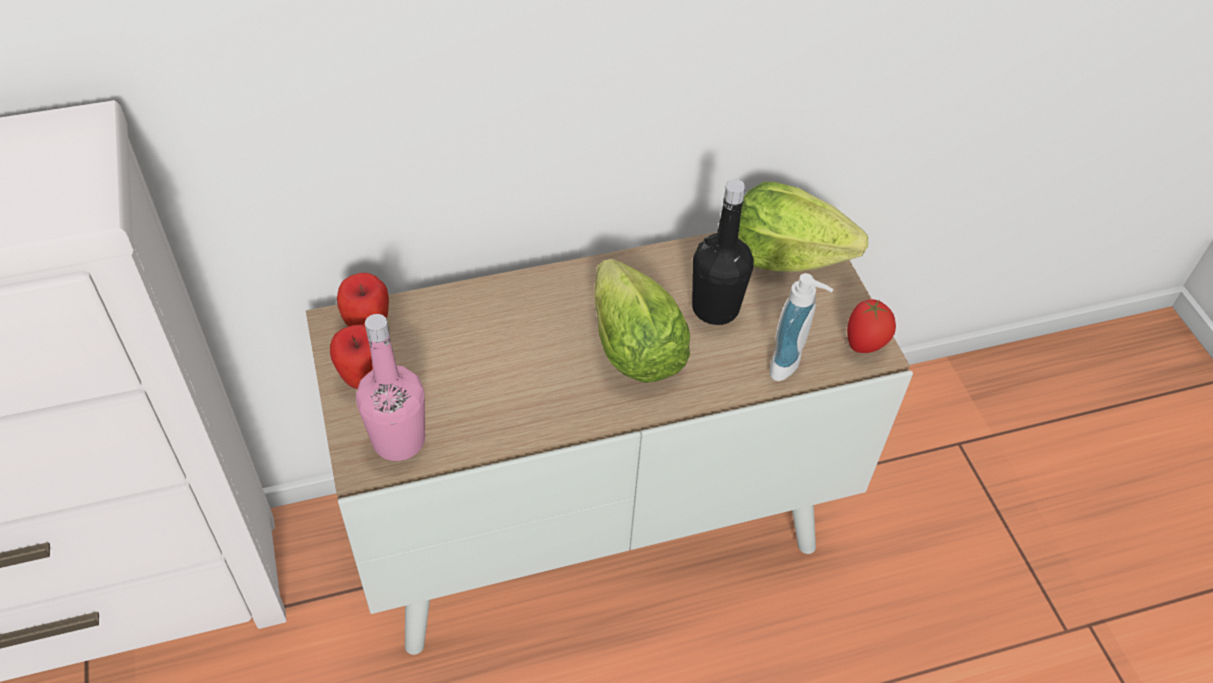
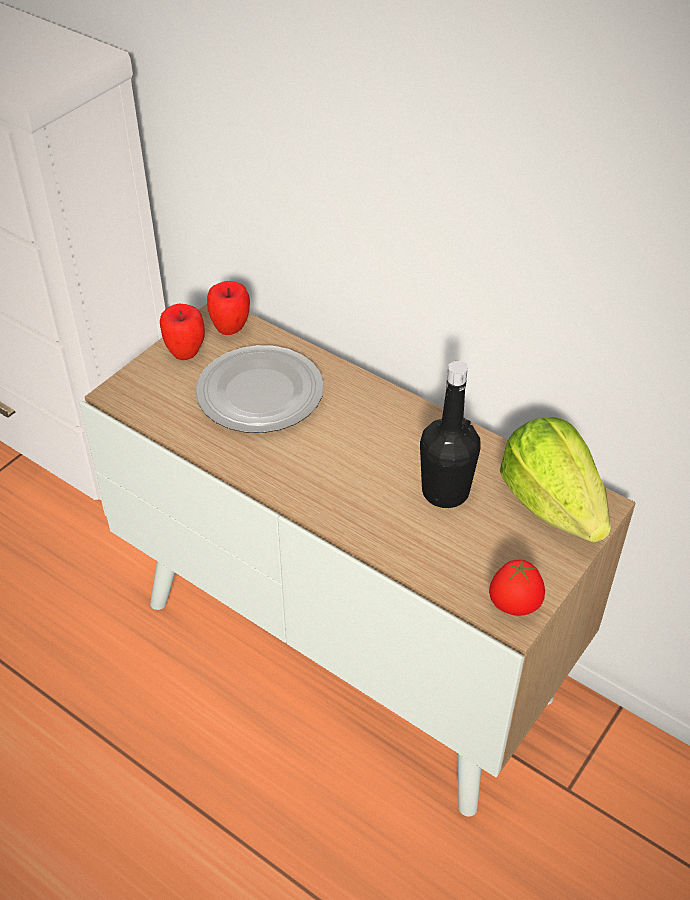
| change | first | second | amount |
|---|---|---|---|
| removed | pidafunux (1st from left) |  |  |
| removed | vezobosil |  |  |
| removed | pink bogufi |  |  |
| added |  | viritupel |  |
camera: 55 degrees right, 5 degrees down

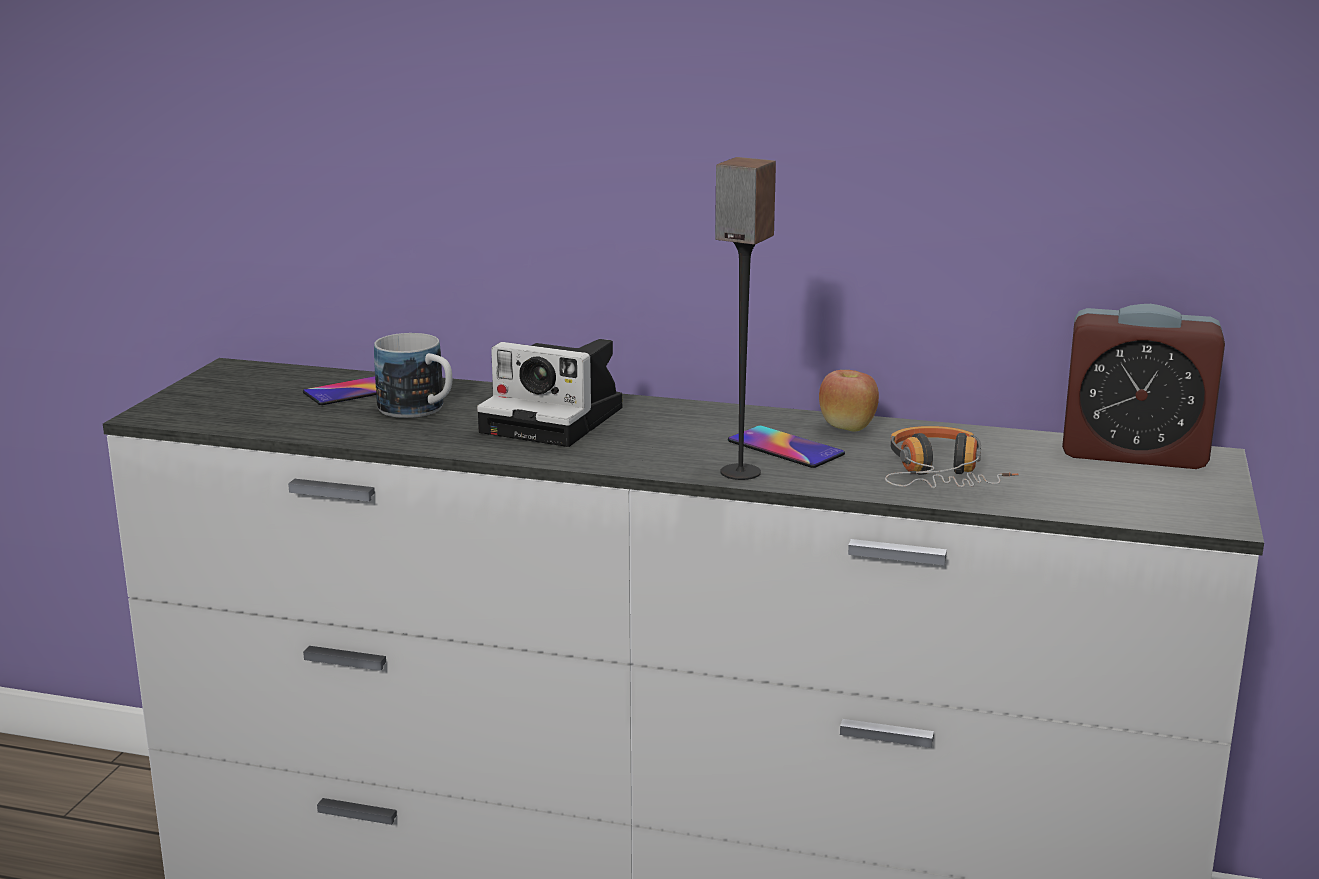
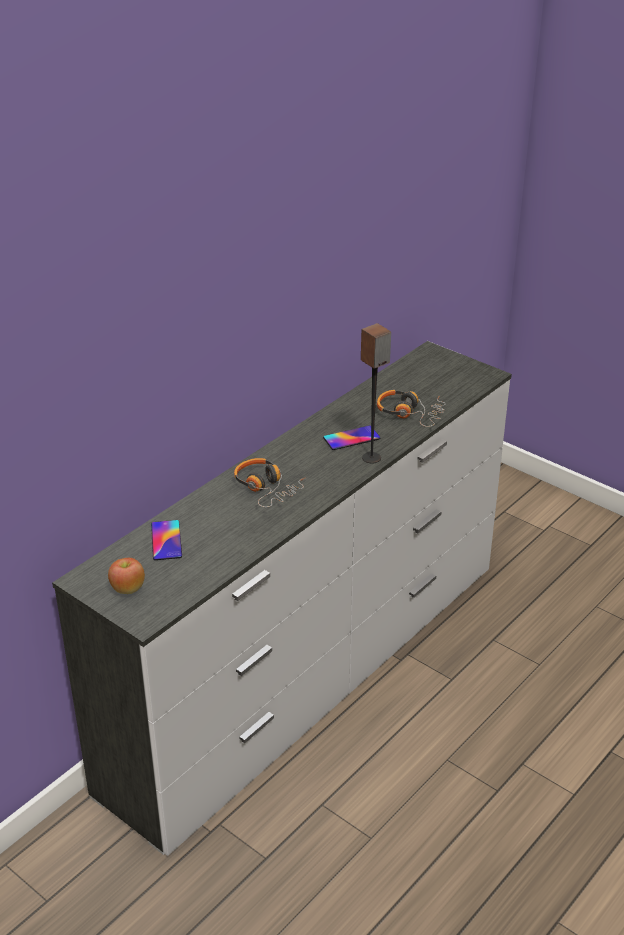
| change | first | second | amount |
|---|---|---|---|
| removed | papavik |  |  |
| removed | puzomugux |  |  |
| replaced | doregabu | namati (1st from left) |  |
| moved | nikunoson |  |  |
camera: 65 degrees left, 15 degrees up

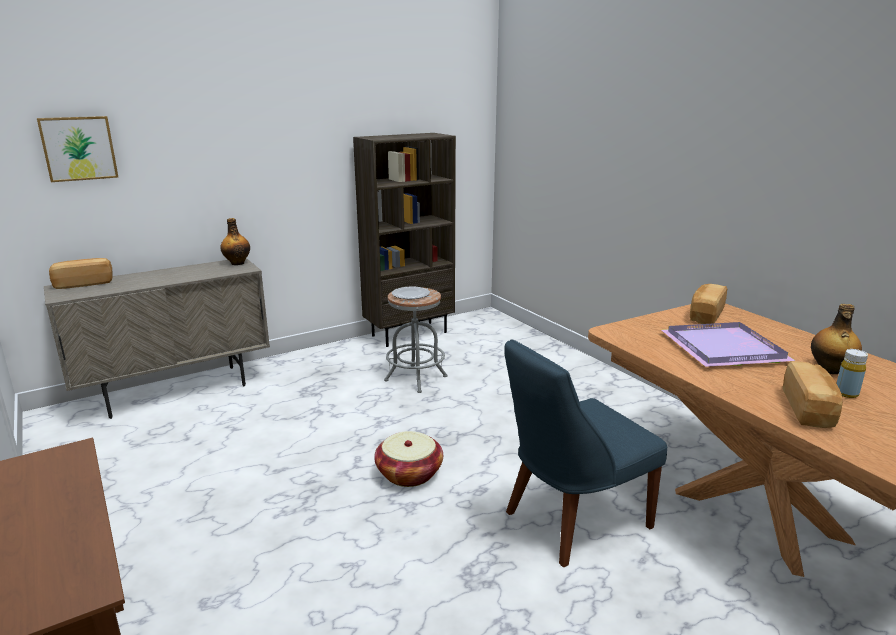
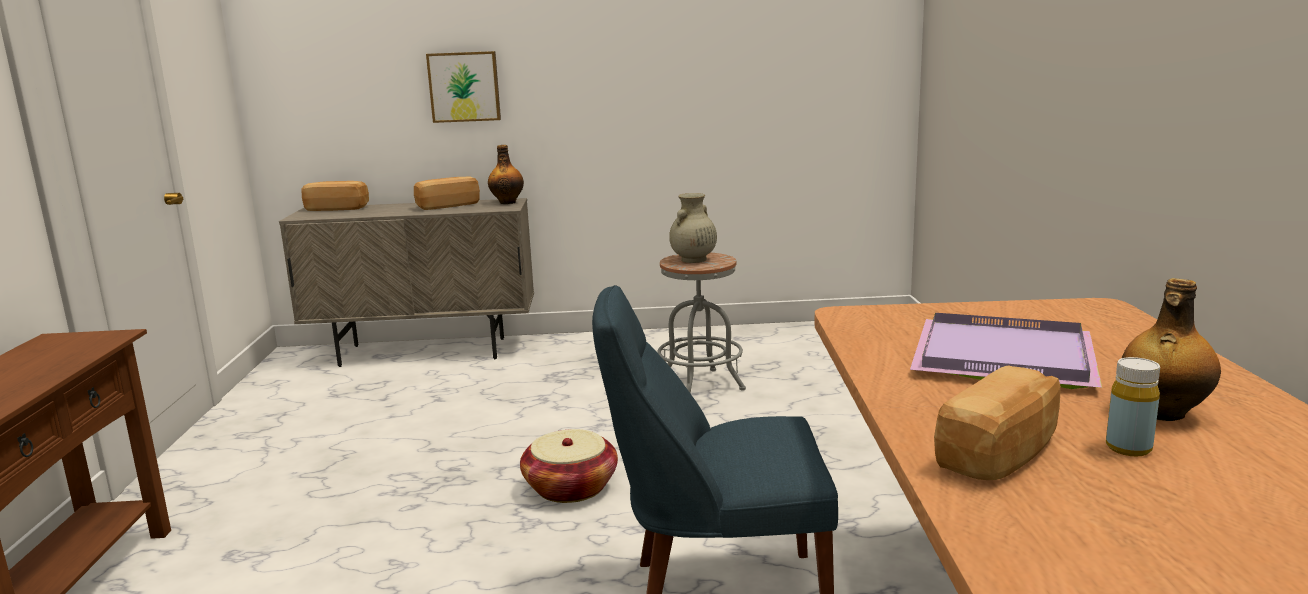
| change | first | second | amount |
|---|---|---|---|
| moved | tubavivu |  |  |
| removed | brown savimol |  |  |
| moved | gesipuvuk (2nd from left) |  |  |
| replaced | viritupel | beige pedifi |  |
camera: 30 degrees right, 5 degrees down

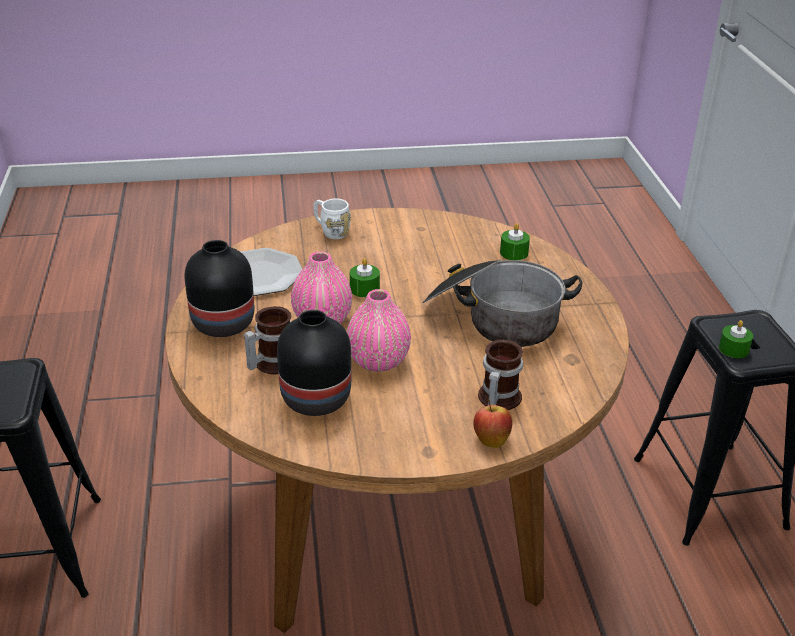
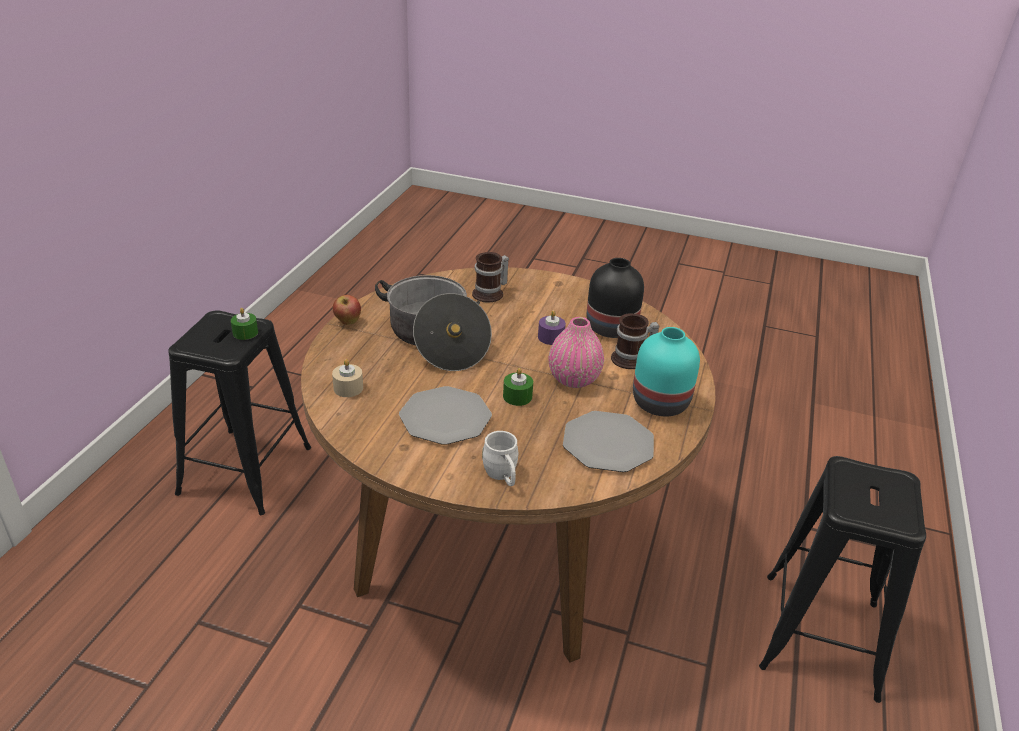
| change | first | second | amount |
|---|---|---|---|
| recoloured | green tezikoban (2nd from left) | beige tezikoban |  |
| recoloured | black pedifi (1st from left) | turquoise pedifi |  |
| replaced | pink pedifi (2nd from left) | purple tezikoban |  |
| moved | nikunoson |  |  |
| added |  | viritupel (1st from left) |  |
camera: 155 degrees left, 0 degrees up

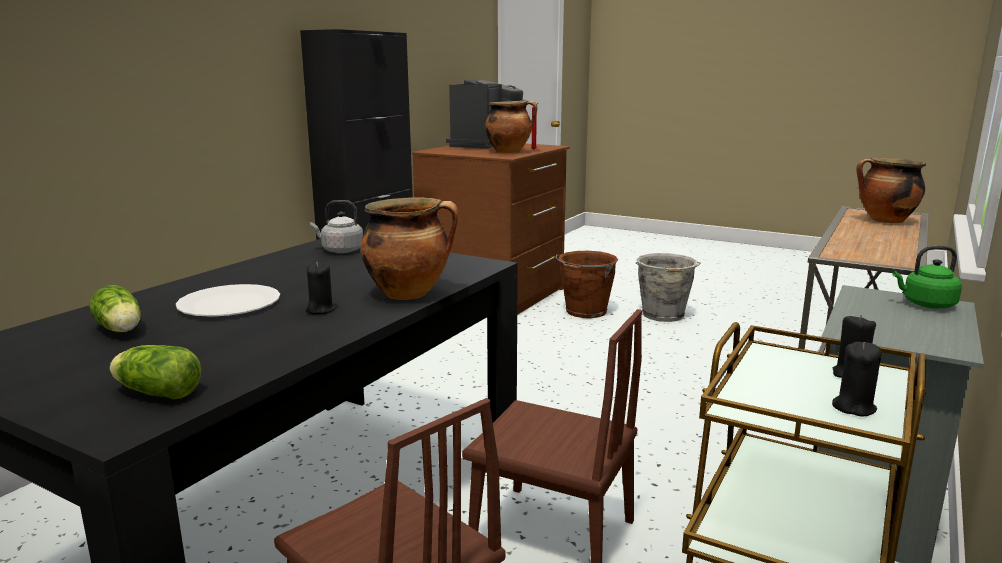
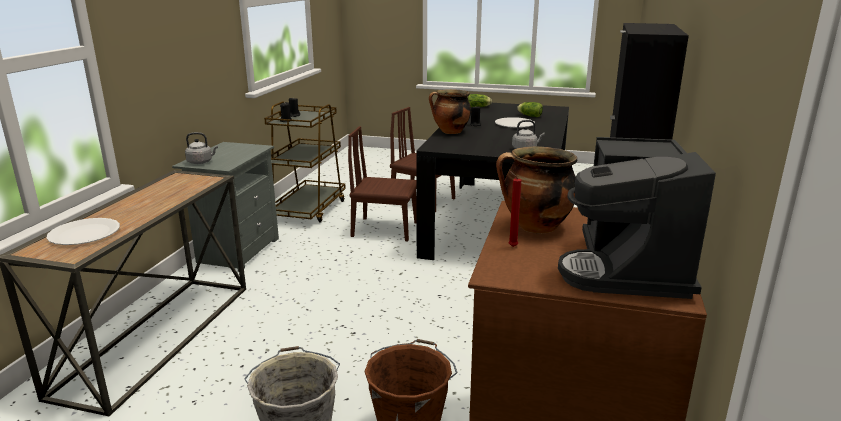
| change | first | second | amount |
|---|---|---|---|
| replaced | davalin (3rd from left) | white viritupel (1st from left) |  |
| recoloured | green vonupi | grey vonupi (1st from left) |  |
camera: 165 degrees right, 5 degrees up

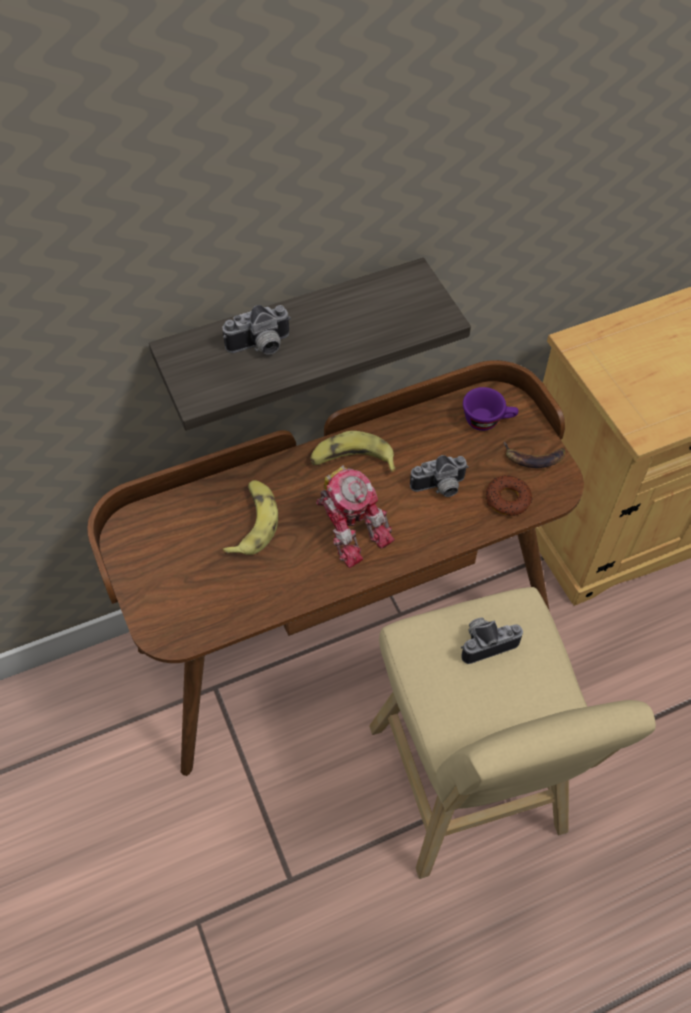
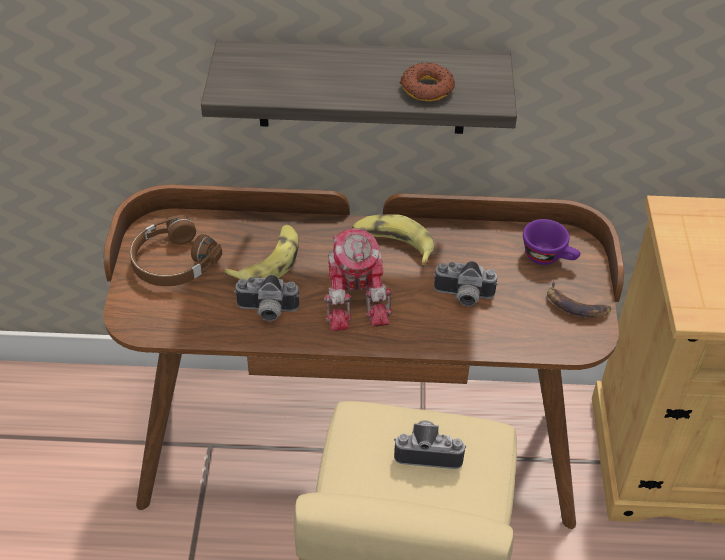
| change | first | second | amount |
|---|---|---|---|
| moved | doregabu (1st from left) |  |  |
| moved | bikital |  |  |
| added |  | brown namati |  |
camera: 25 degrees right, 10 degrees down

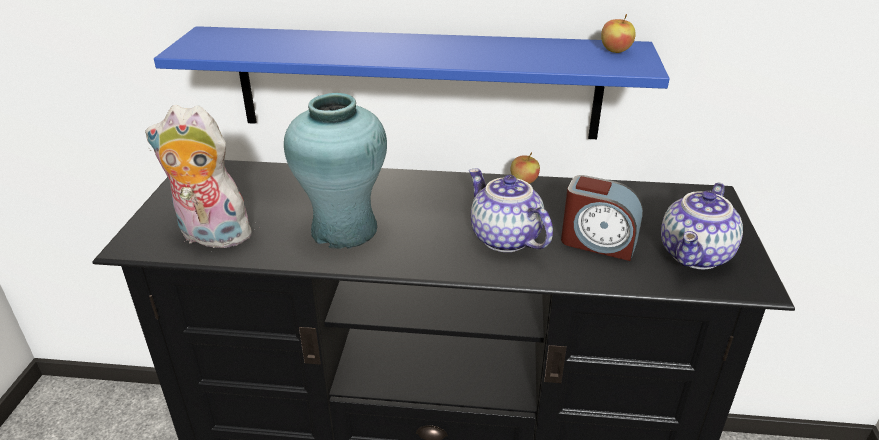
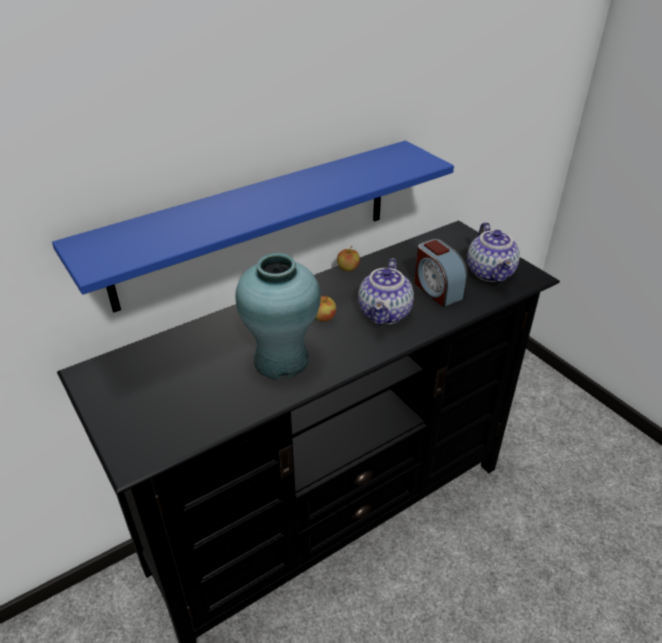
| change | first | second | amount |
|---|---|---|---|
| moved | nikunoson (2nd from left in the first image) | nikunoson (1st from left) |  |
| removed | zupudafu |  |  |
| turned | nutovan (1st from left) |  | 90 degrees counterclockwise |
| turned | papavik |  | 75 degrees clockwise |
camera: 40 degrees left, 5 degrees up

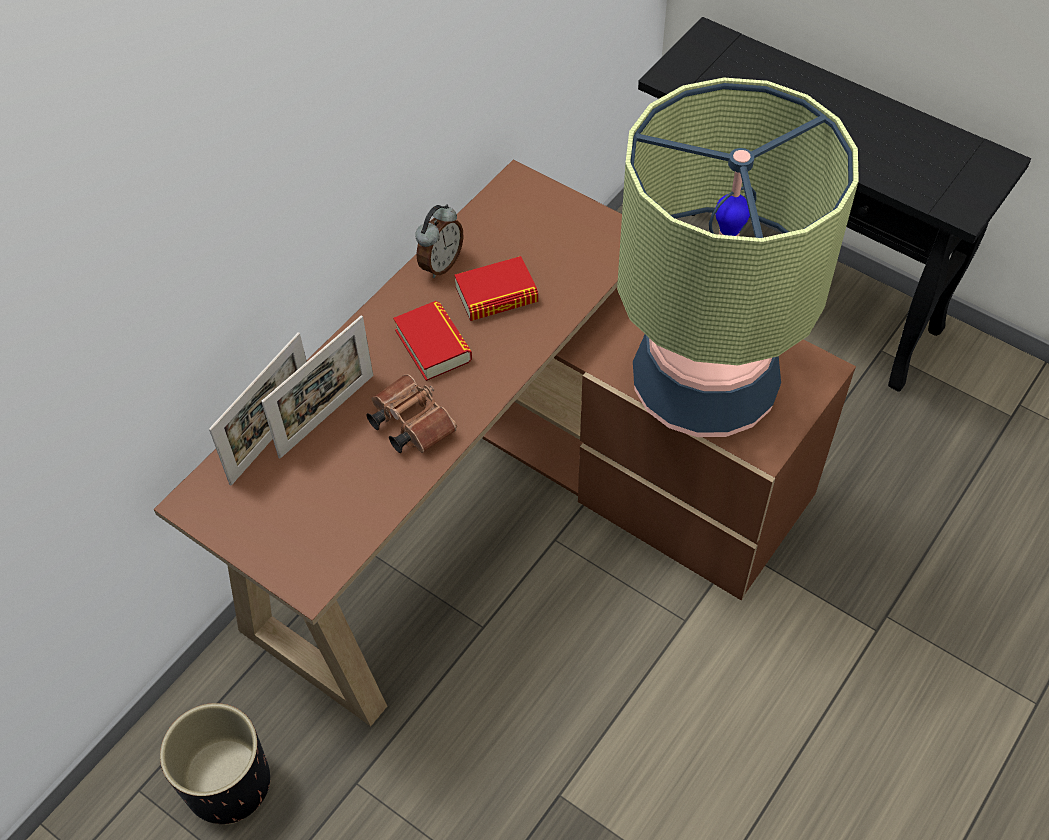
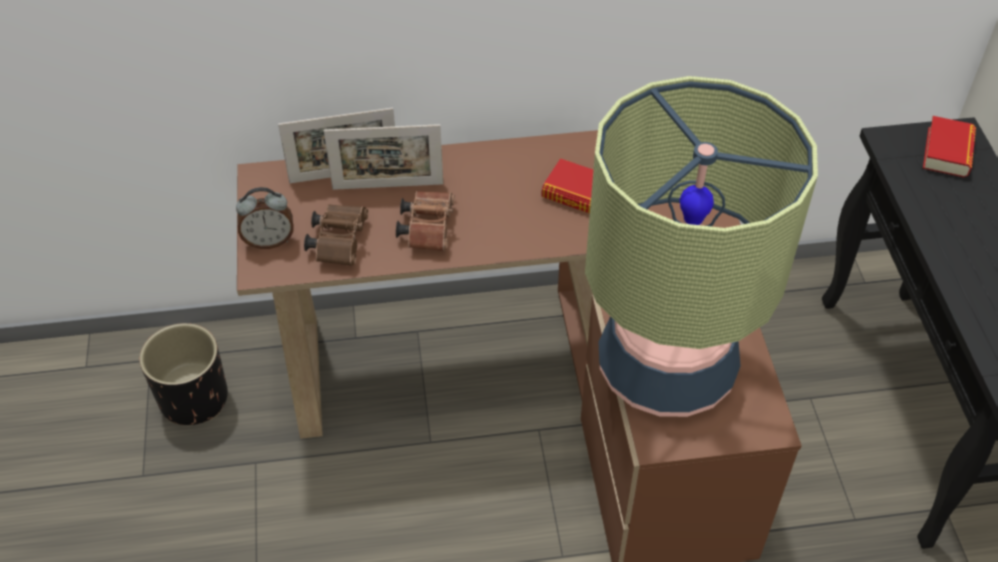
| change | first | second | amount |
|---|---|---|---|
| moved | papavik |  |  |
| moved | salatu (1st from left in the first image) | salatu (2nd from left) |  |
| added |  | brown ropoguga (1st from left) |  |
camera: 45 degrees right, 5 degrees down

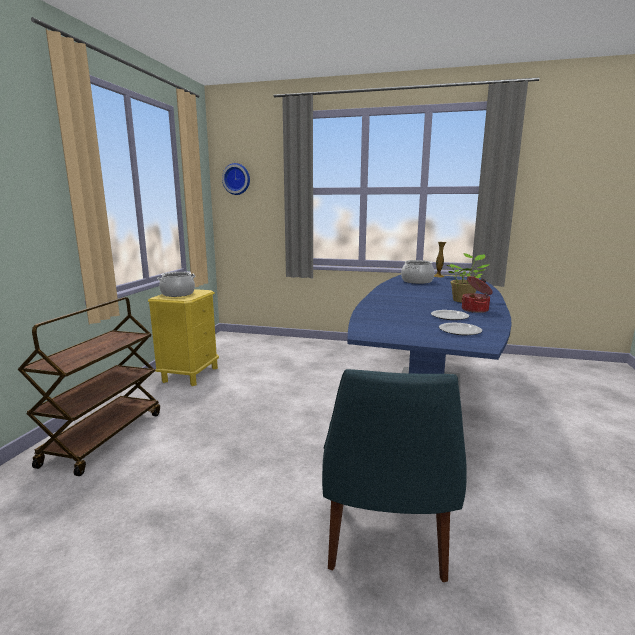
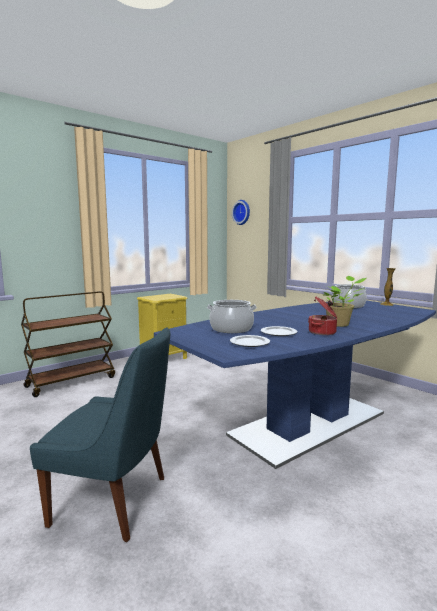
| change | first | second | amount |
|---|---|---|---|
| moved | davalin (1st from left) |  |  |
| turned | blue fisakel |  | 120 degrees counterclockwise |
camera: 35 degrees right, 5 degrees down

